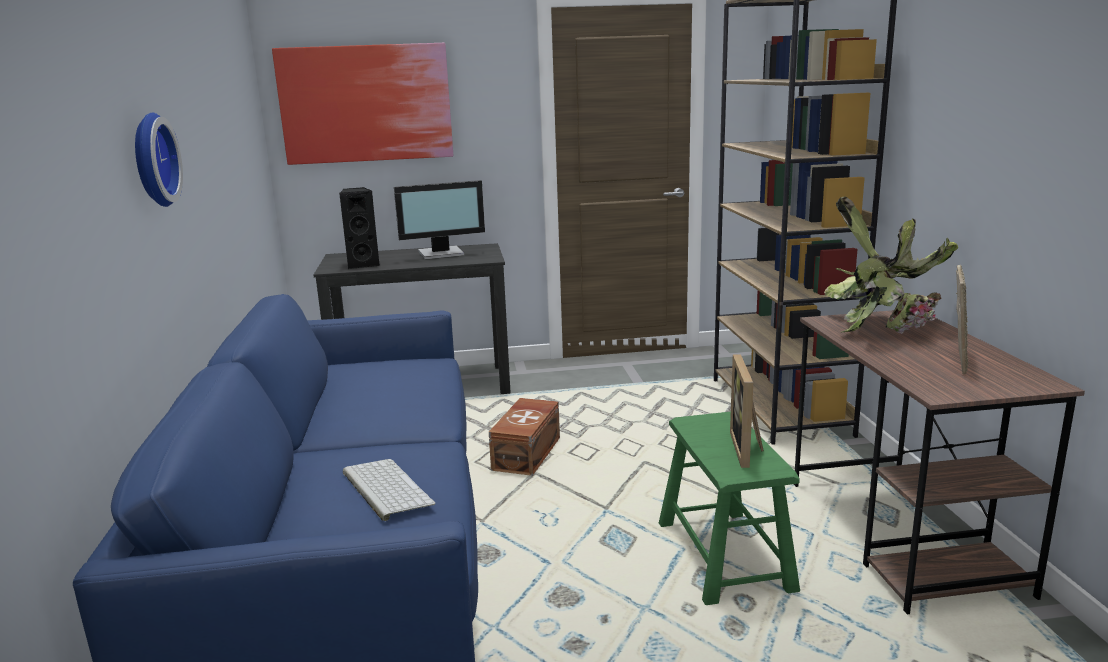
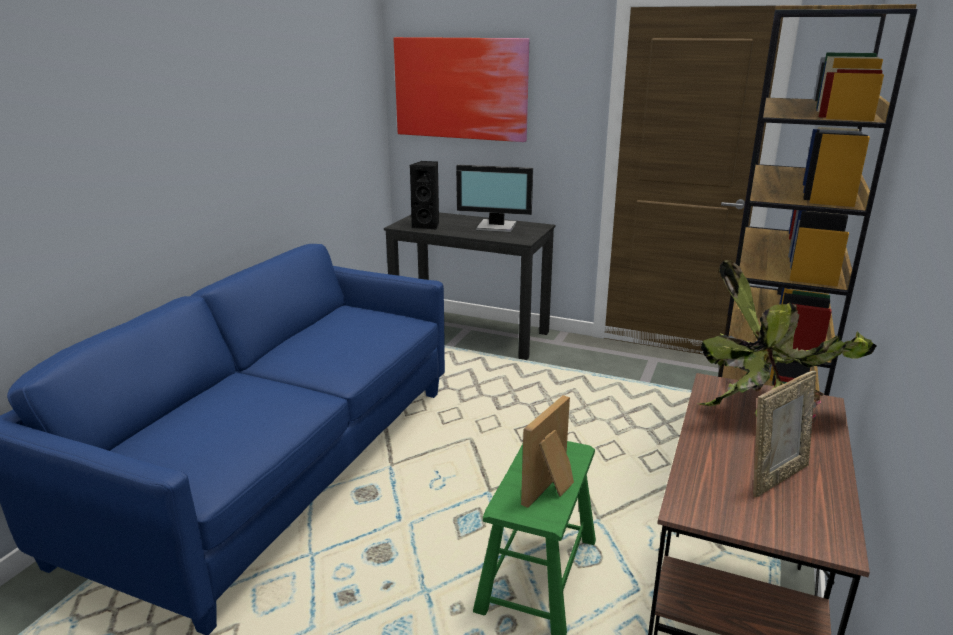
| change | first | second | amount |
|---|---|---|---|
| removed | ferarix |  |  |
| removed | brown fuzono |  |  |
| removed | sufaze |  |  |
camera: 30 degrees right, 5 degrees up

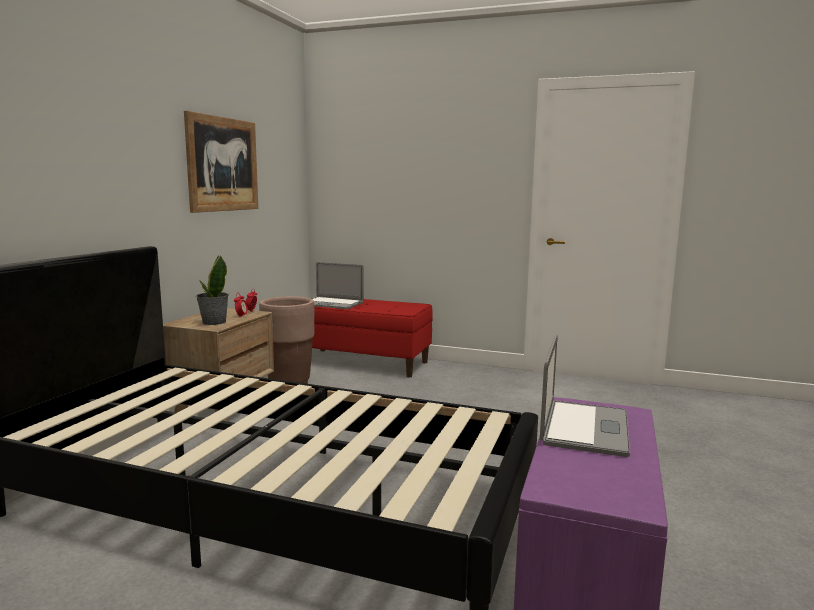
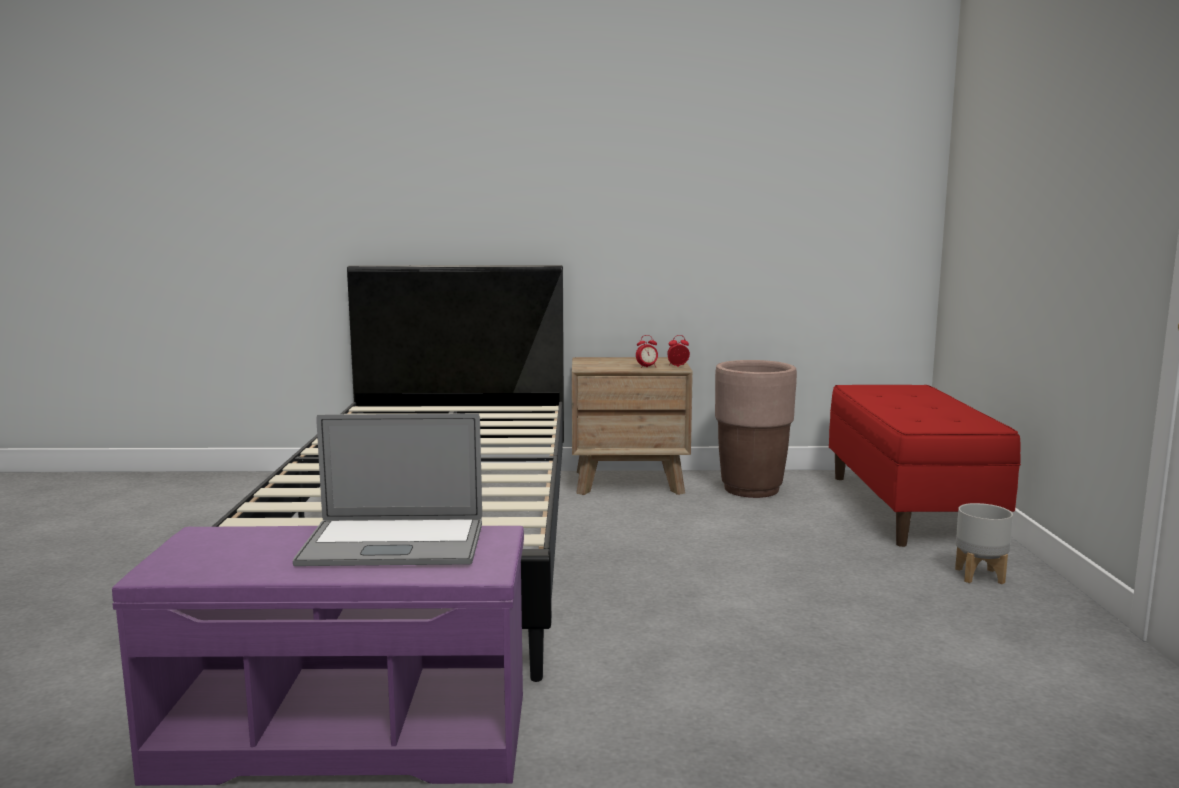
| change | first | second | amount |
|---|---|---|---|
| removed | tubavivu |  |  |
| removed | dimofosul |  |  |
| removed | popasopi (1st from left) |  |  |
| added |  | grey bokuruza |  |
camera: 70 degrees right, 0 degrees up

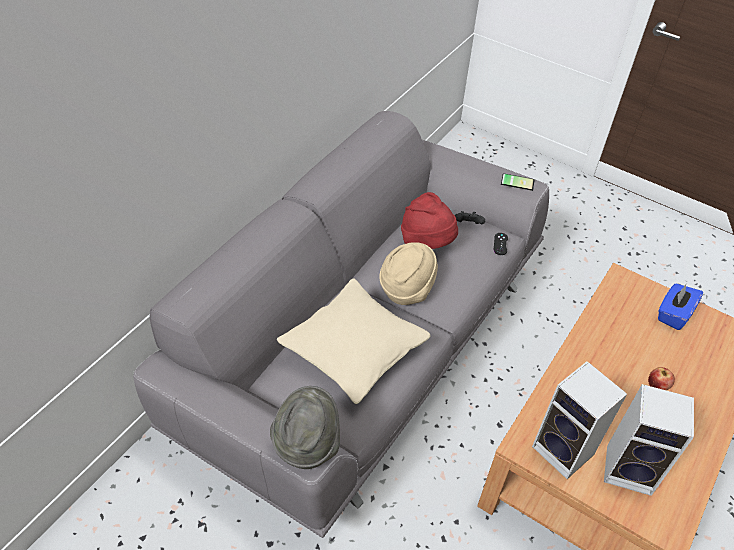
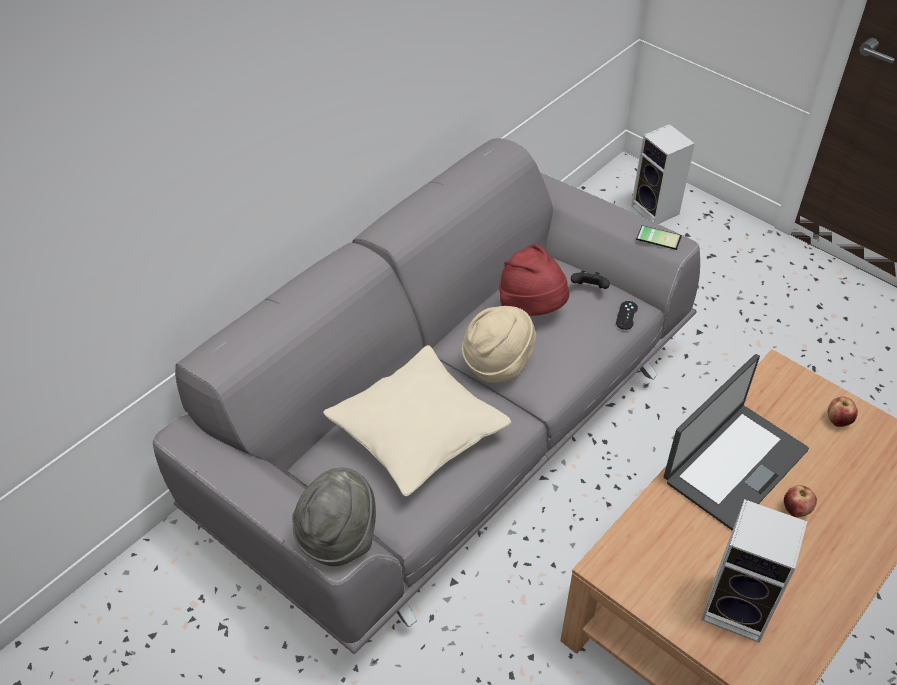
| change | first | second | amount |
|---|---|---|---|
| replaced | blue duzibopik | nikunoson (2nd from left) |  |
| moved | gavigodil (1st from left) |  |  |
| added |  | popasopi |  |
camera: 10 degrees right, 0 degrees up

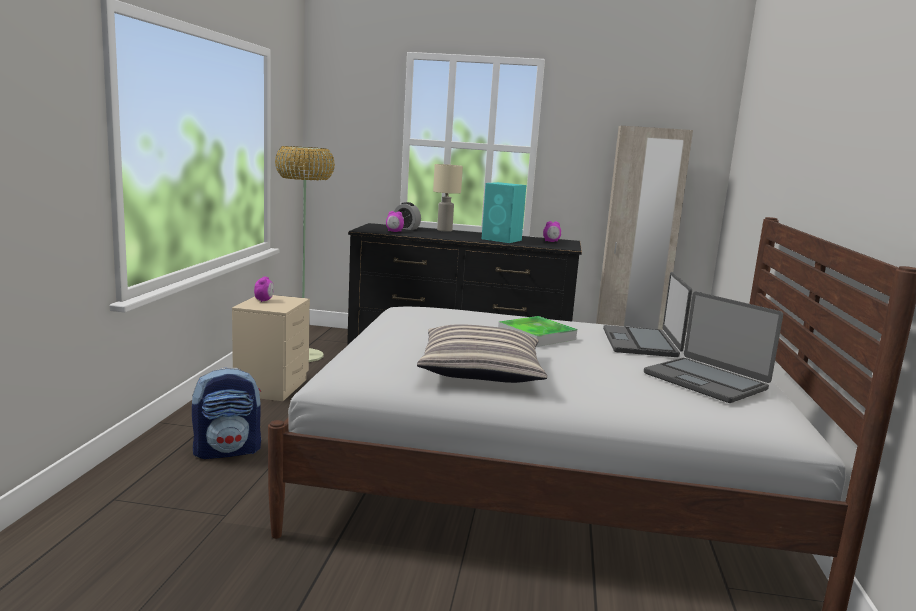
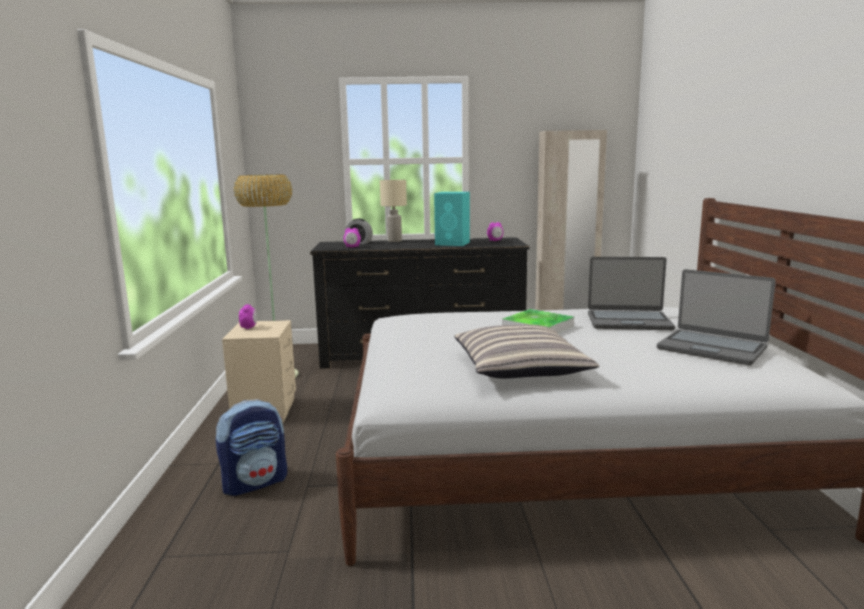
| change | first | second | amount |
|---|---|---|---|
| turned | popasopi (1st from left) |  | 75 degrees counterclockwise |
camera: 10 degrees left, 0 degrees up

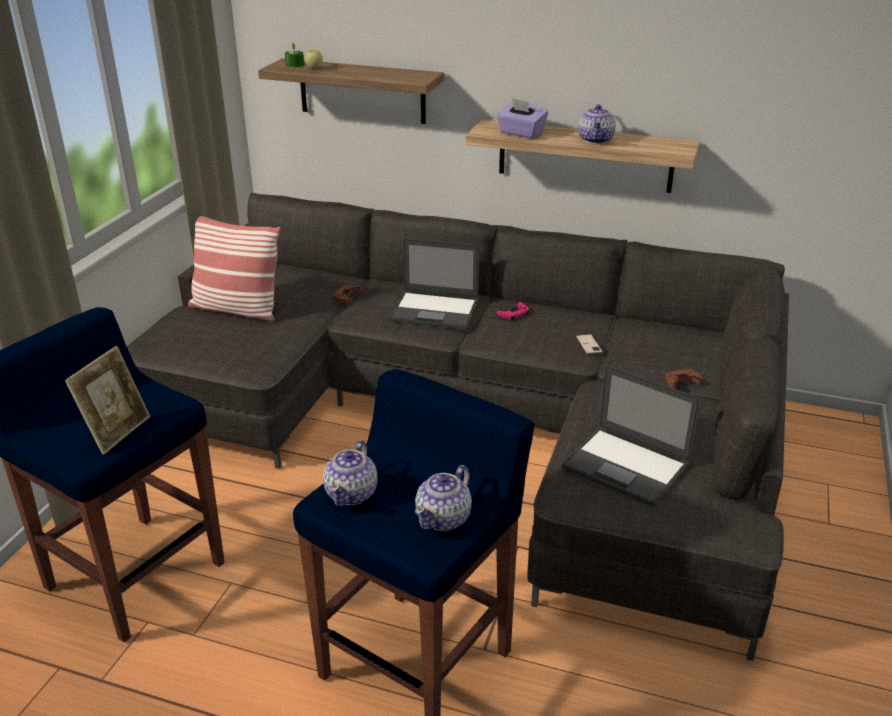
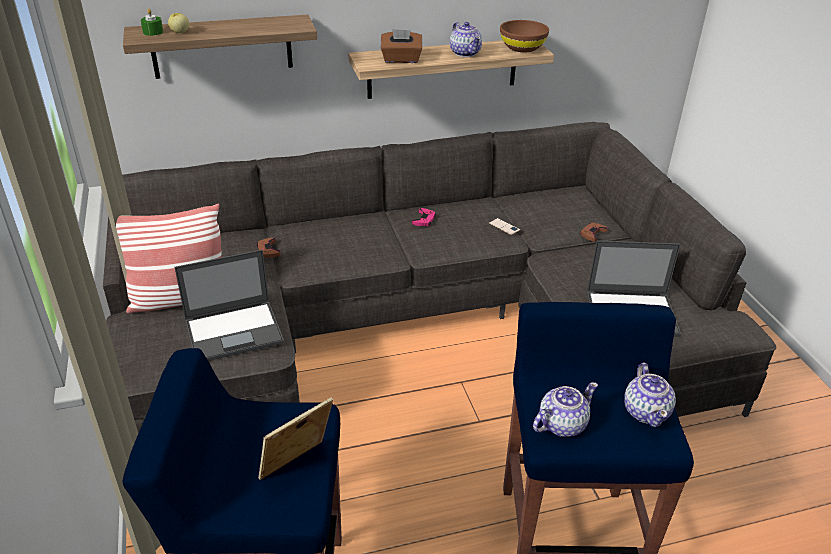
| change | first | second | amount |
|---|---|---|---|
| recoloured | purple duzibopik | brown duzibopik |  |
| moved | popasopi (1st from left) |  |  |
| turned | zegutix |  | 120 degrees counterclockwise |
| turned | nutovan (1st from left in the first image) | nutovan (2nd from left) | 105 degrees counterclockwise |
| added |  | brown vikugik |  |
camera: 35 degrees left, 5 degrees up

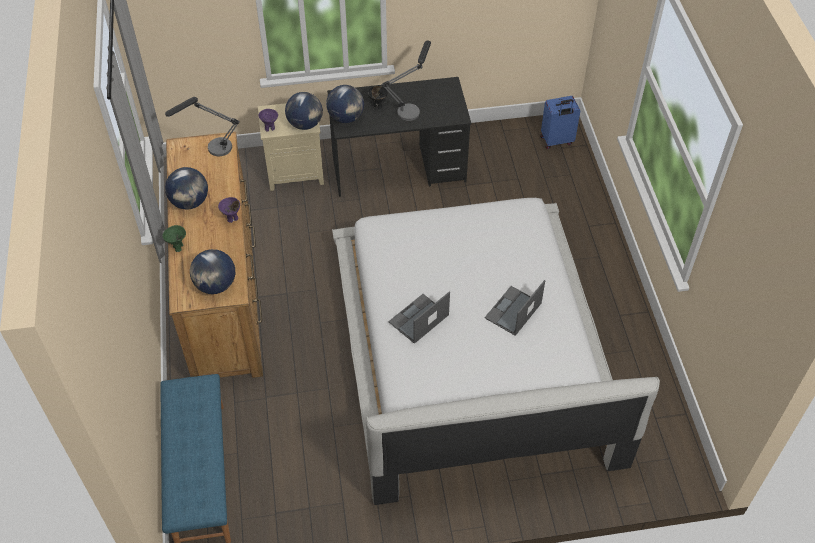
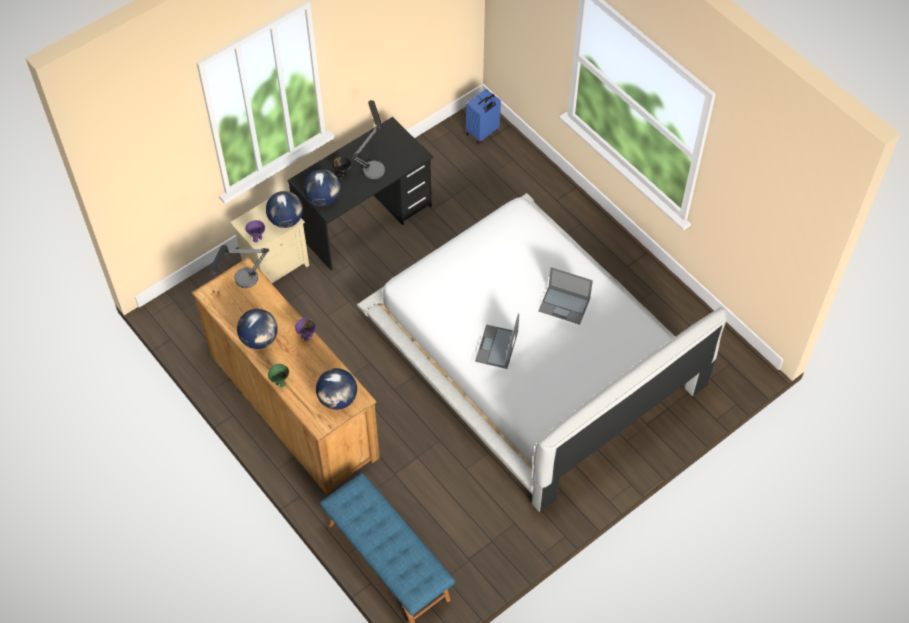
| change | first | second | amount |
|---|---|---|---|
| turned | popasopi (2nd from left) |  | 75 degrees counterclockwise |
camera: 30 degrees left, 5 degrees up

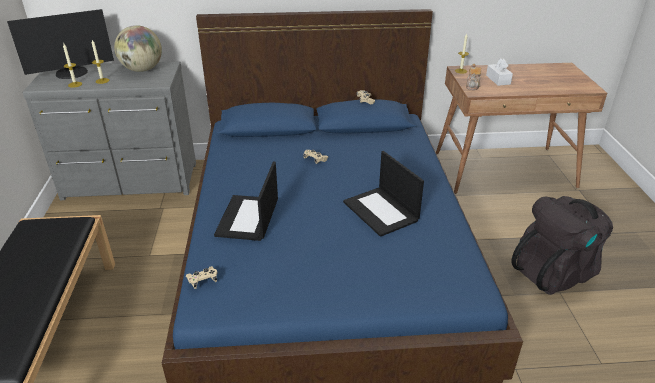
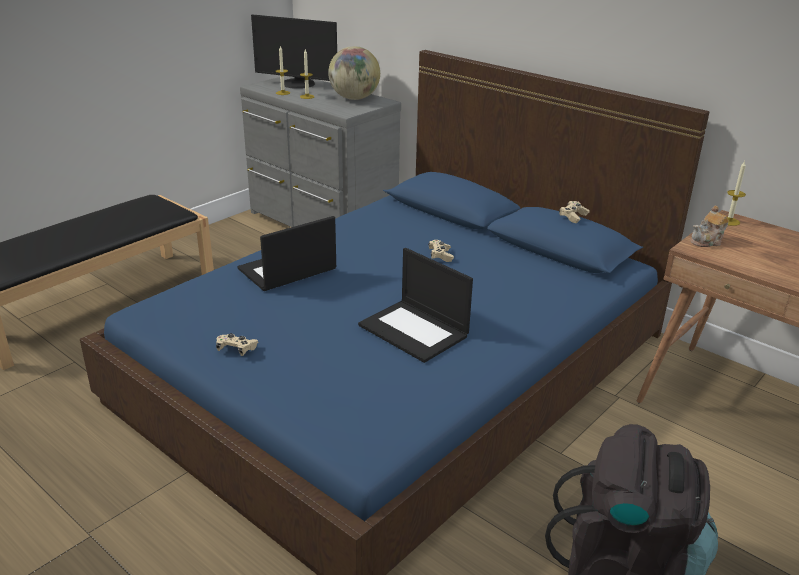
| change | first | second | amount |
|---|---|---|---|
| removed | white duzibopik |  |  |
| turned | popasopi (2nd from left) |  | 60 degrees counterclockwise |
| moved | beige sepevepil (1st from left) |  |  |
camera: 45 degrees right, 5 degrees down

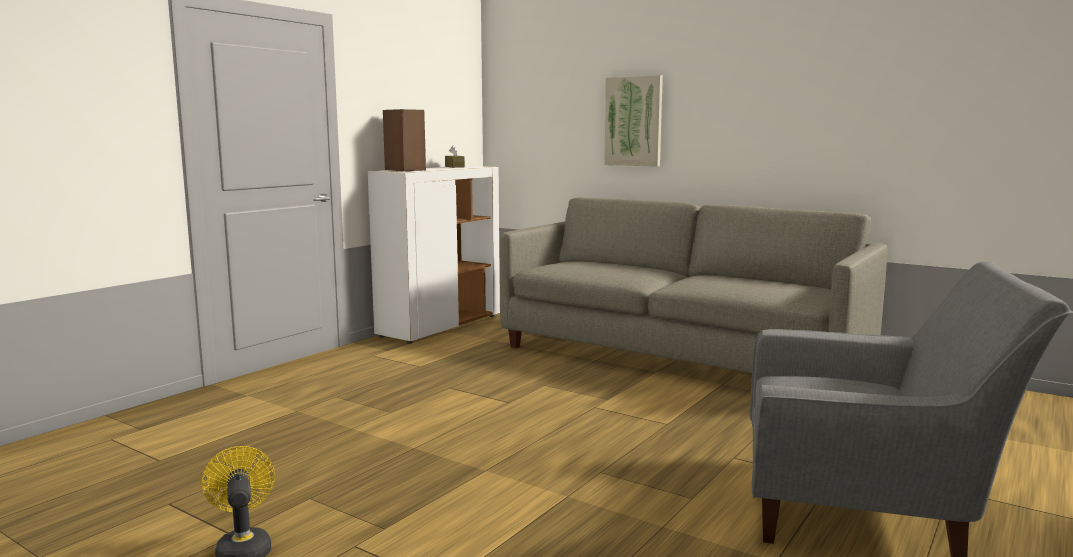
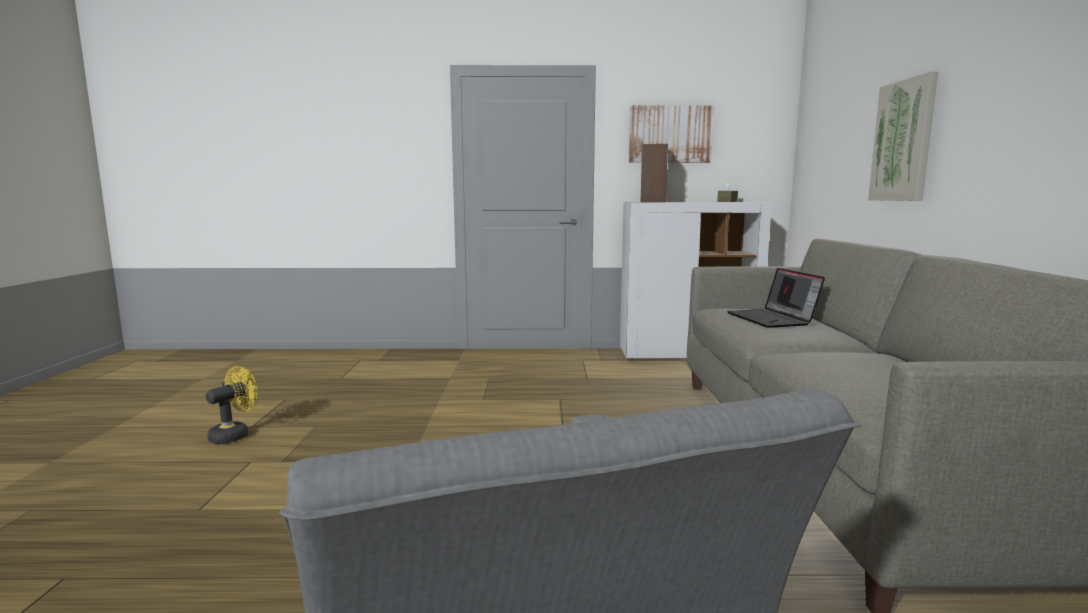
| change | first | second | amount |
|---|---|---|---|
| added |  | tubavivu (1st from left) |  |
| added |  | popasopi |  |
camera: 55 degrees right, 0 degrees up

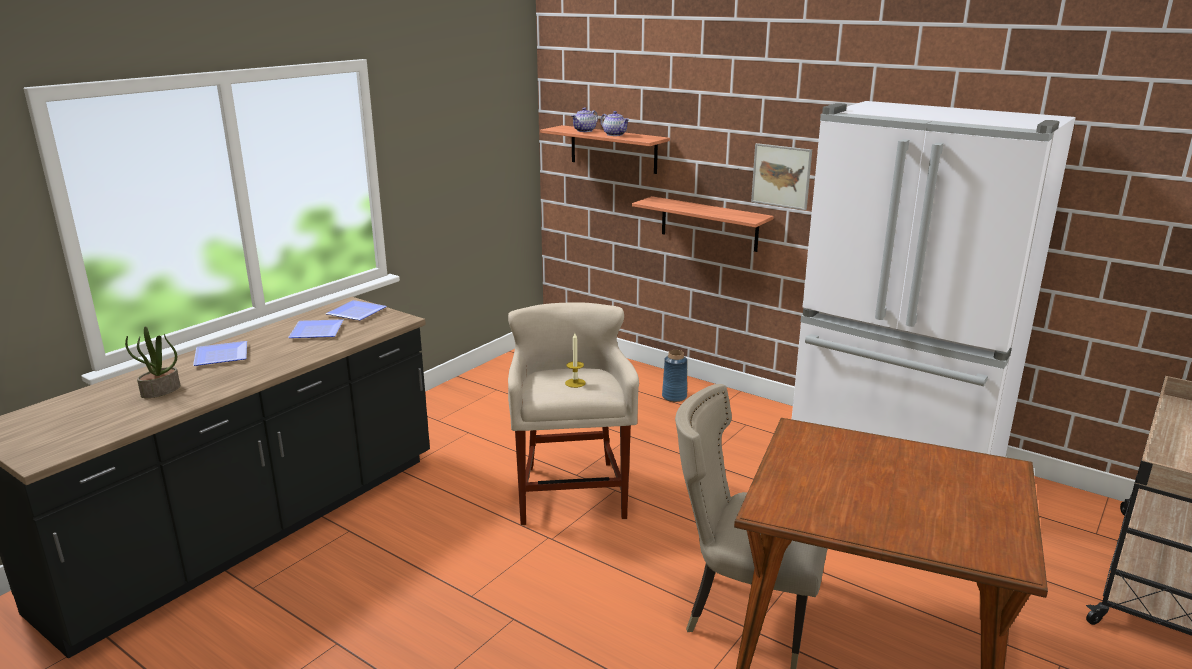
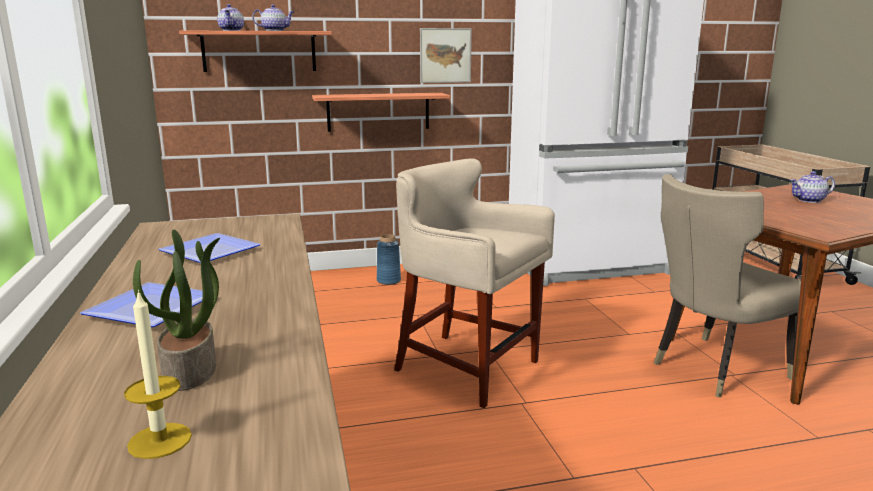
| change | first | second | amount |
|---|---|---|---|
| removed | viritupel (3rd from left) |  |  |
| moved | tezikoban |  |  |
| added |  | nutovan (3rd from left) |  |
camera: 50 degrees left, 5 degrees down

